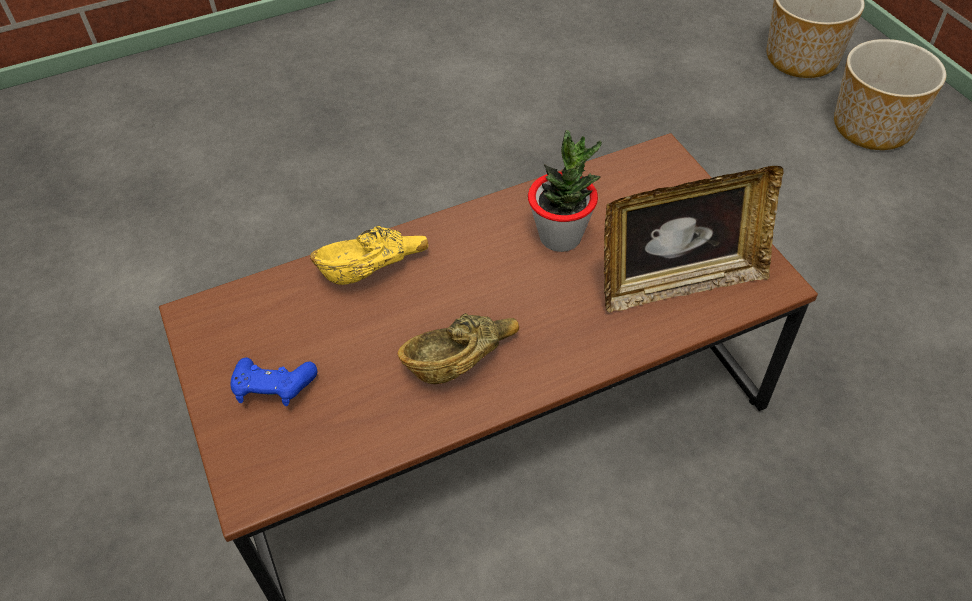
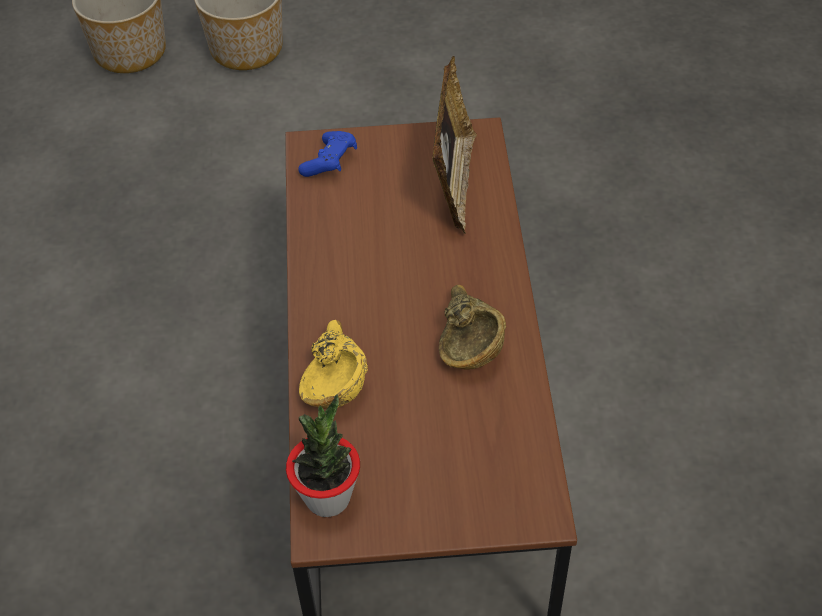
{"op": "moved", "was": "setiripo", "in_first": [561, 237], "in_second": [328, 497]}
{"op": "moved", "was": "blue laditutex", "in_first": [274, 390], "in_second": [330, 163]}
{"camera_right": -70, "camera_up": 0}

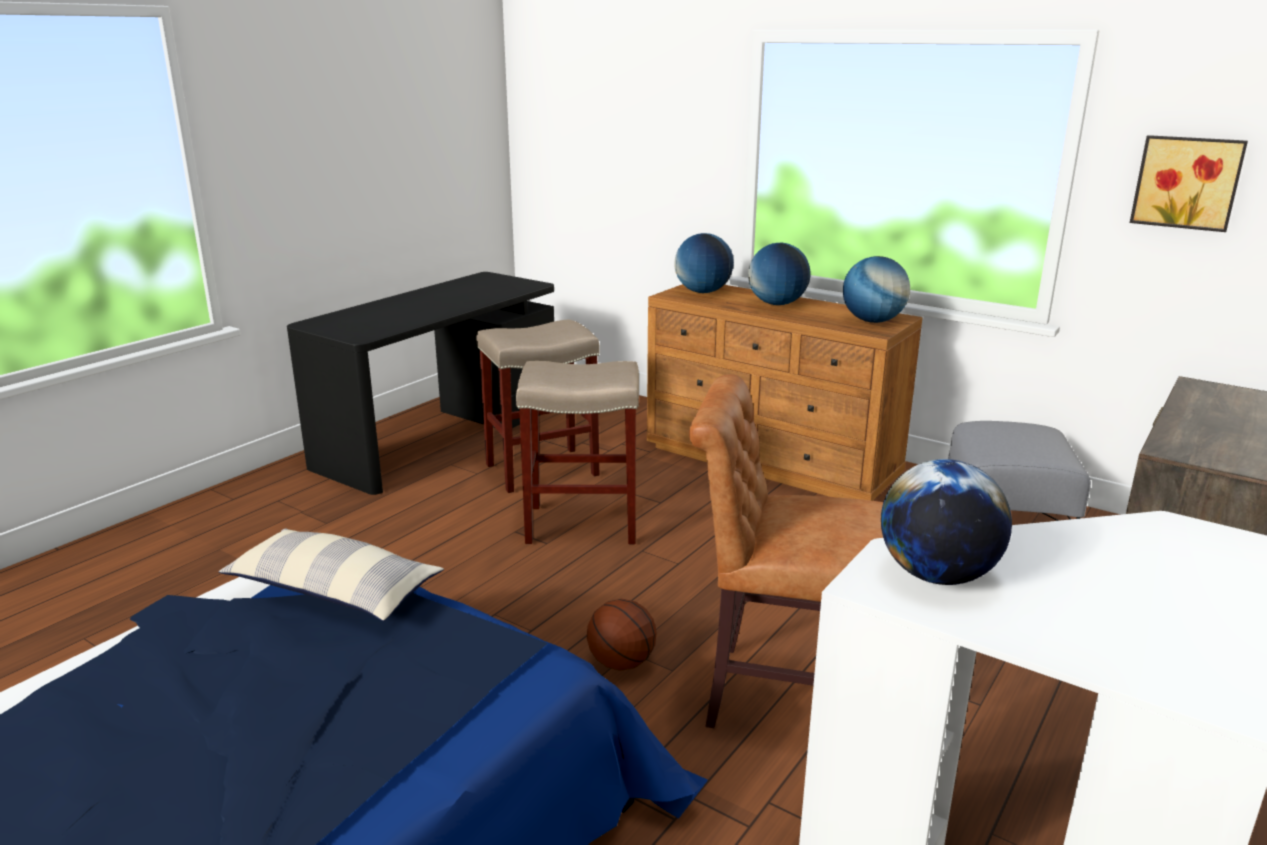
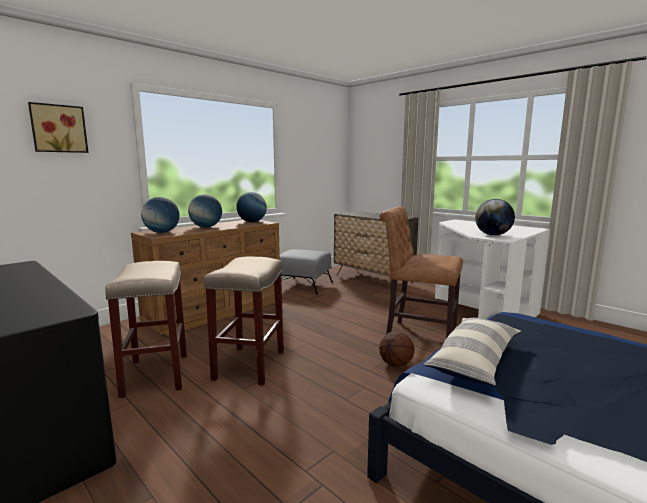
{"op": "moved", "was": "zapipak", "in_first": [1187, 182], "in_second": [58, 128]}
{"op": "turned", "was": "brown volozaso", "in_first": [779, 695], "in_second": [417, 335], "clockwise": 90}
{"camera_right": -80, "camera_up": -10}

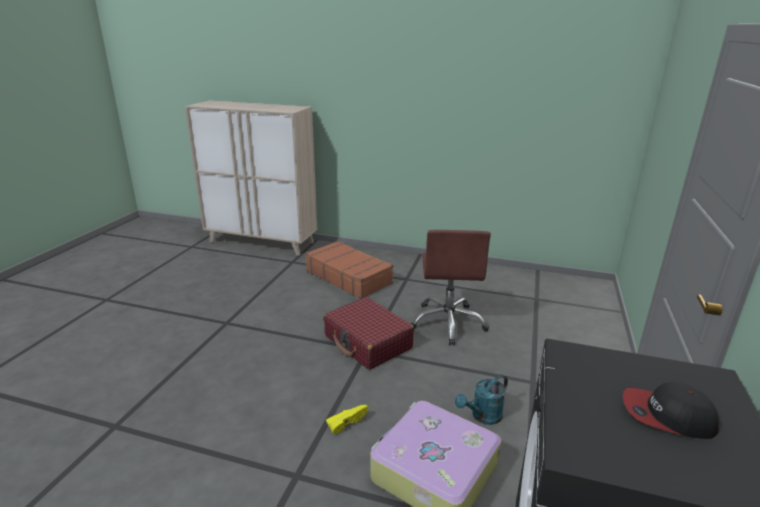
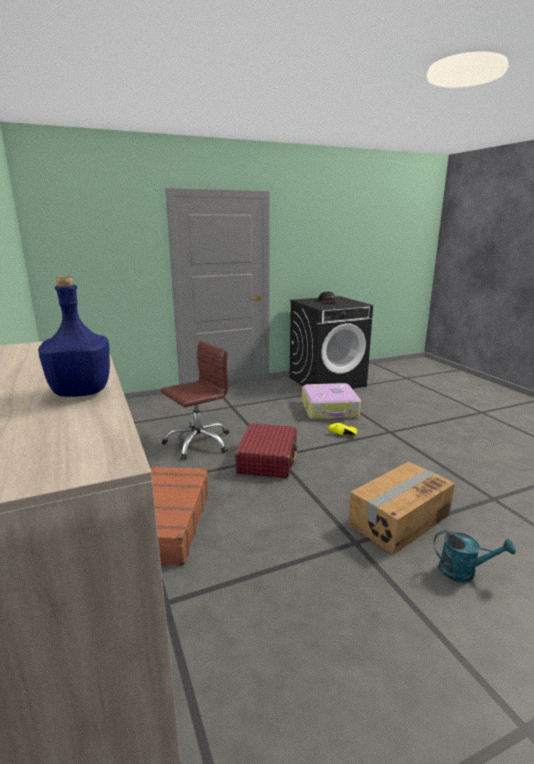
{"op": "added", "now": "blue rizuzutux", "in_second": [81, 391]}
{"op": "added", "now": "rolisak", "in_second": [398, 519]}
{"op": "moved", "was": "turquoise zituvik", "in_first": [482, 416], "in_second": [464, 571]}
{"camera_right": -130, "camera_up": -5}

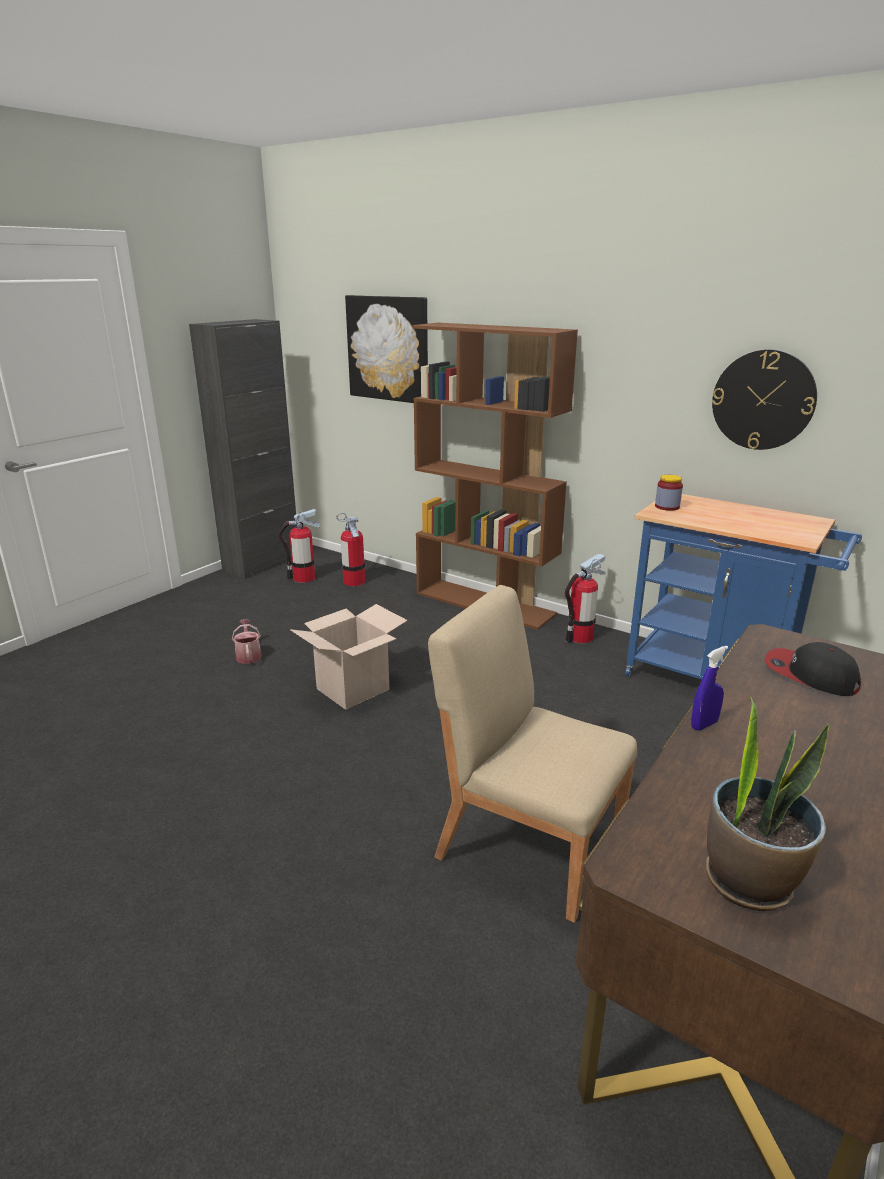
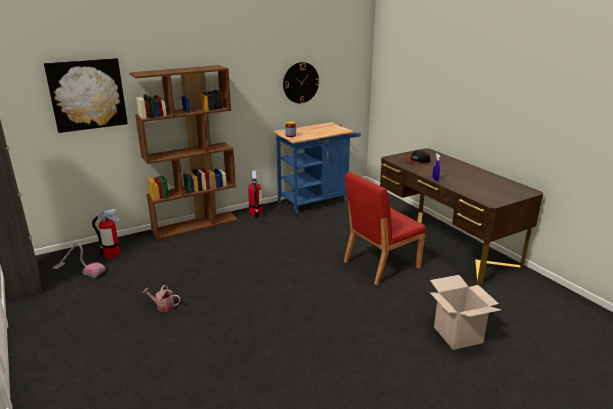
{"op": "replaced", "was": "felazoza", "now": "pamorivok", "in_first": [303, 578], "in_second": [79, 270]}
{"op": "recoloured", "was": "beige volozaso", "now": "red volozaso", "in_first": [528, 843], "in_second": [380, 265]}
{"op": "moved", "was": "rolisak", "in_first": [353, 689], "in_second": [458, 335]}
{"op": "removed", "was": "setiripo", "in_first": [749, 880]}
{"camera_right": -65, "camera_up": 0}

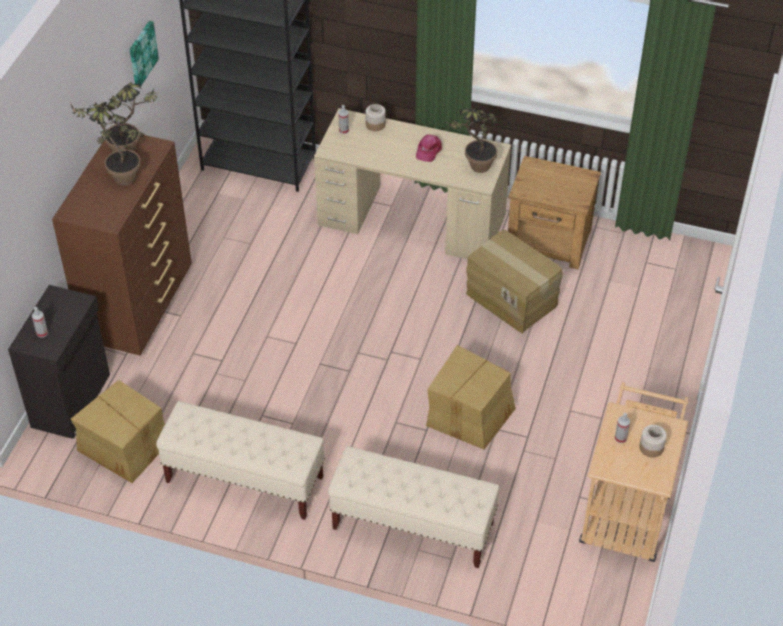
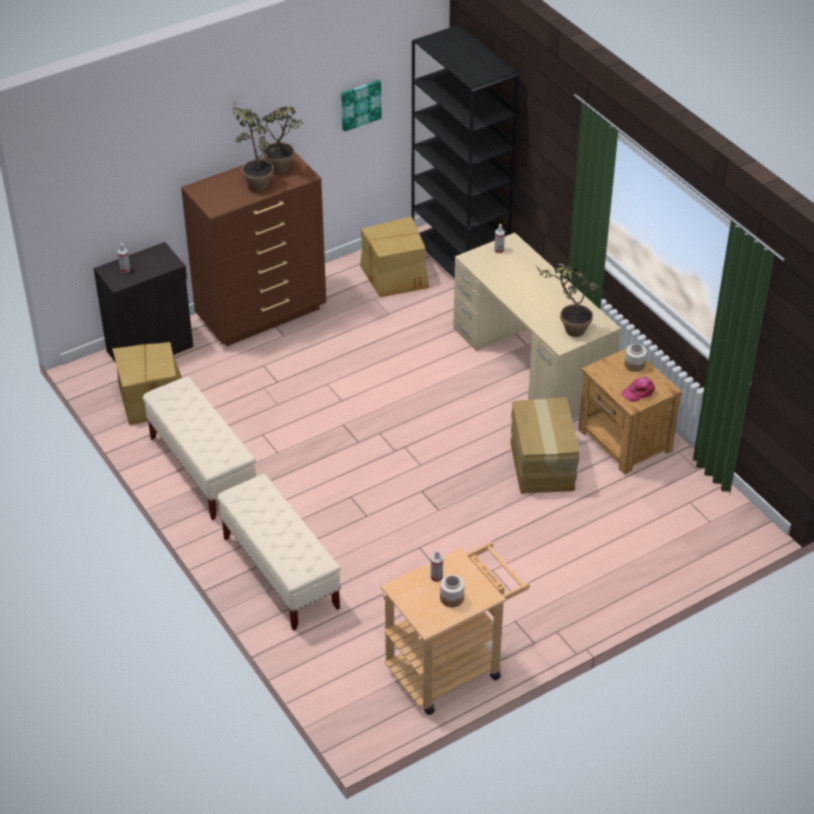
{"op": "moved", "was": "rolisak", "in_first": [469, 414], "in_second": [396, 274]}
{"op": "moved", "was": "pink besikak", "in_first": [428, 150], "in_second": [639, 392]}
{"op": "moved", "was": "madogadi", "in_first": [375, 124], "in_second": [634, 365]}
{"camera_right": 40, "camera_up": -5}

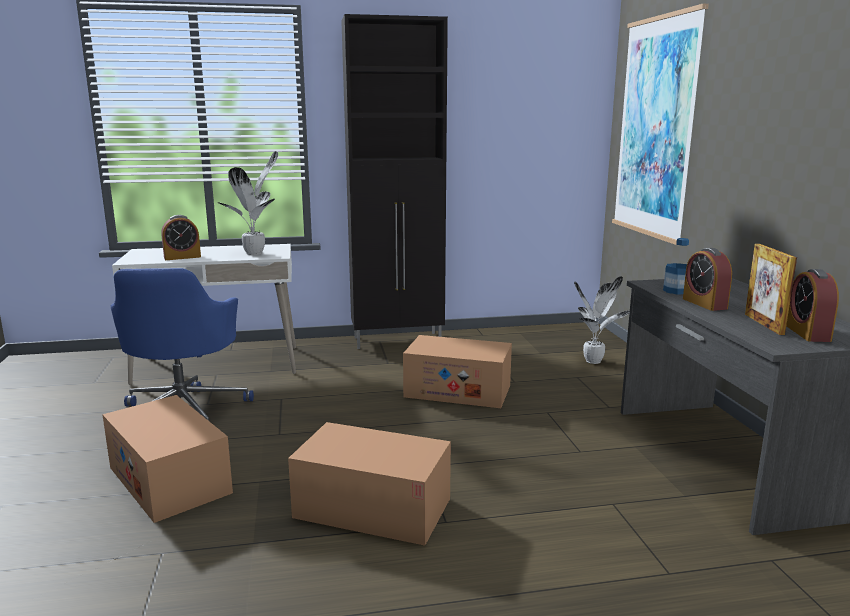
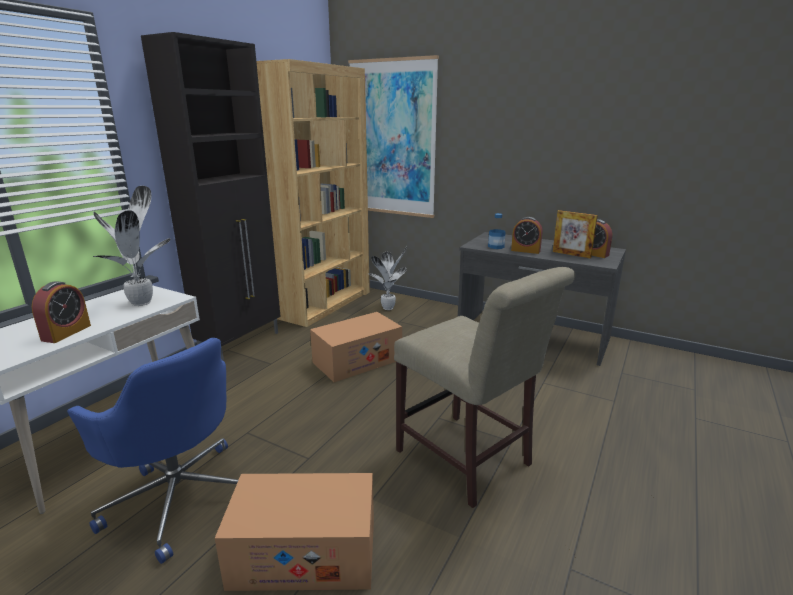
{"op": "added", "now": "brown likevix", "in_second": [323, 304]}
{"op": "replaced", "was": "rolisak", "now": "beige volozaso", "in_first": [372, 508], "in_second": [468, 461]}
{"camera_right": -50, "camera_up": 5}

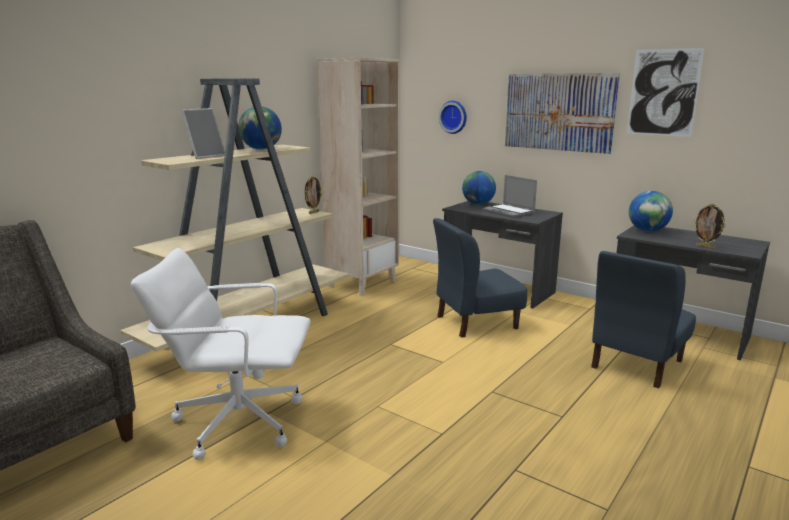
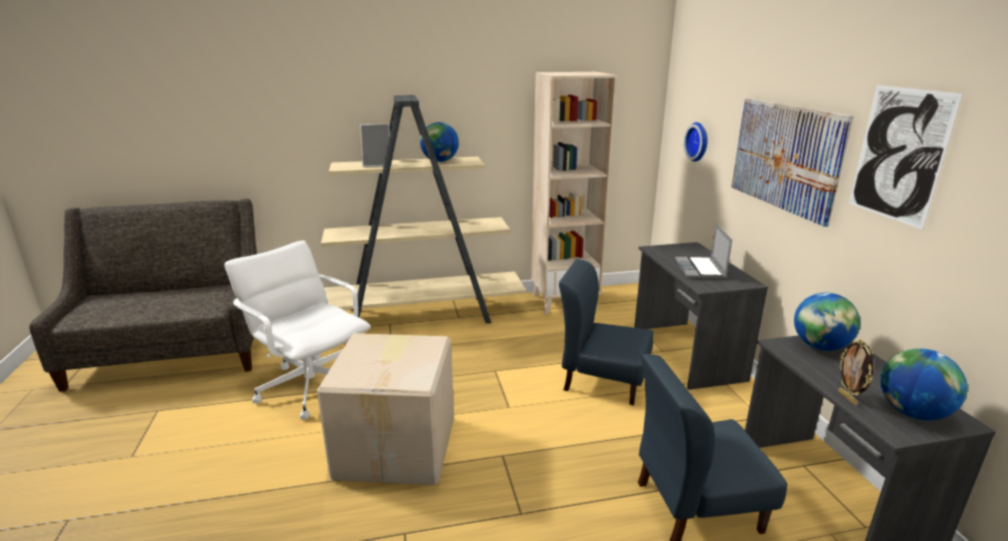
{"op": "added", "now": "rolisak", "in_second": [398, 447]}
{"op": "moved", "was": "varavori", "in_first": [478, 204], "in_second": [912, 413]}
{"op": "removed", "was": "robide", "in_first": [313, 212]}
{"camera_right": 40, "camera_up": 5}

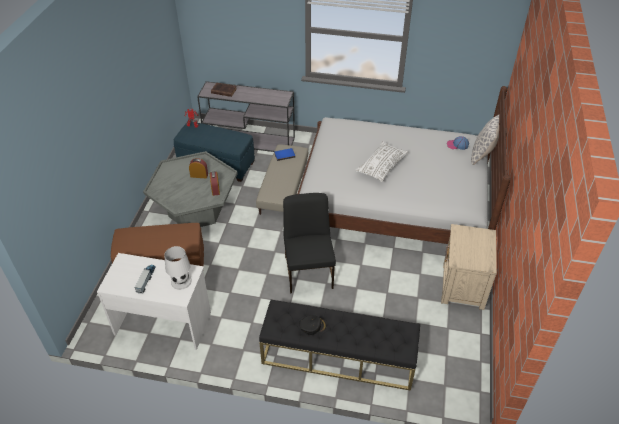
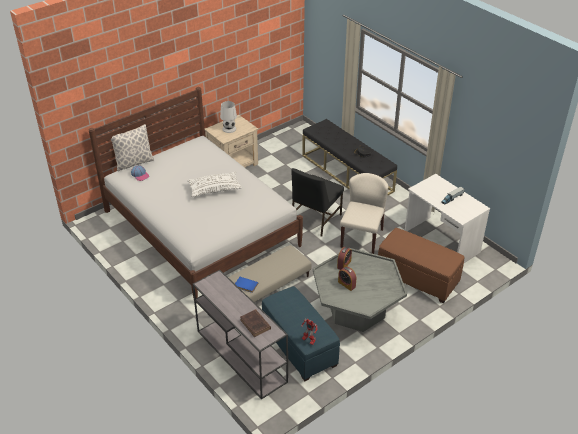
{"op": "moved", "was": "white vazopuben", "in_first": [180, 281], "in_second": [229, 129]}
{"op": "added", "now": "beige volozaso", "in_second": [361, 238]}
{"camera_right": -140, "camera_up": -5}

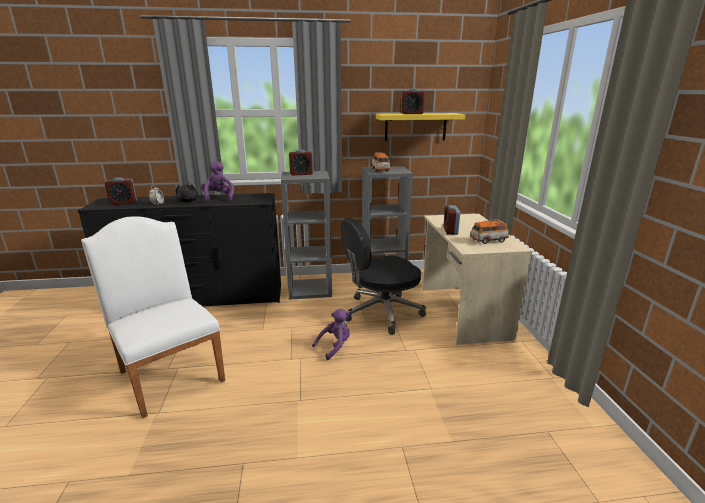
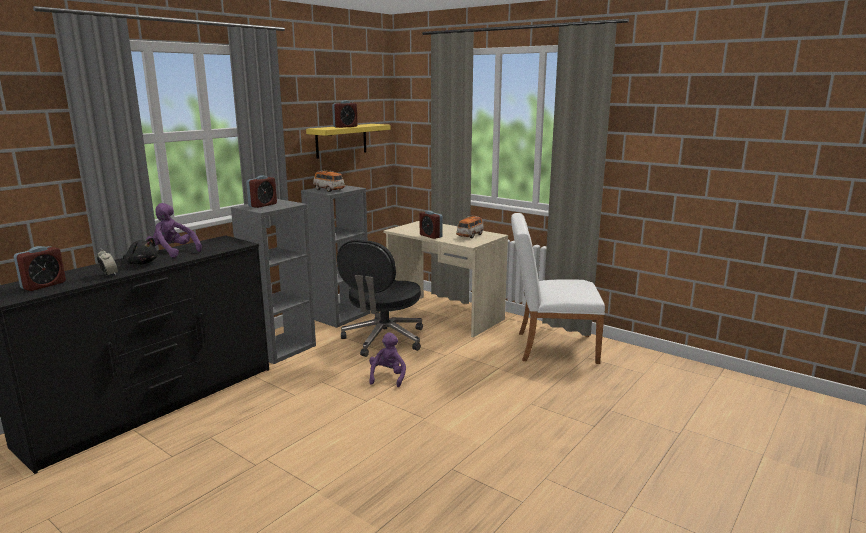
{"op": "moved", "was": "white volozaso", "in_first": [169, 372], "in_second": [550, 347]}
{"camera_right": -45, "camera_up": -5}

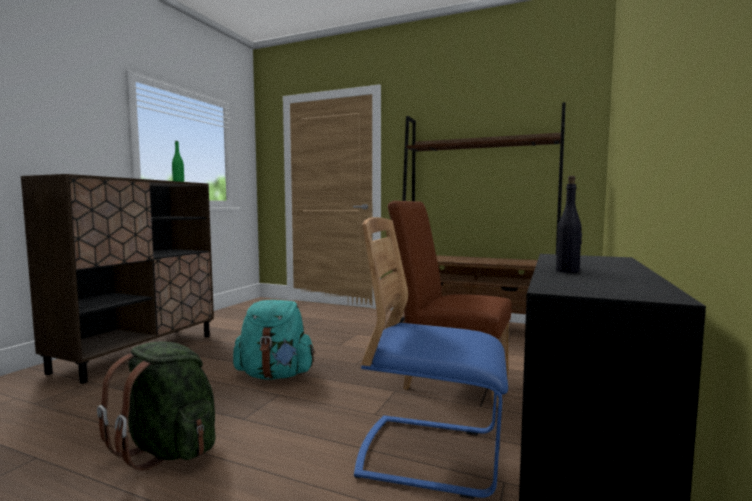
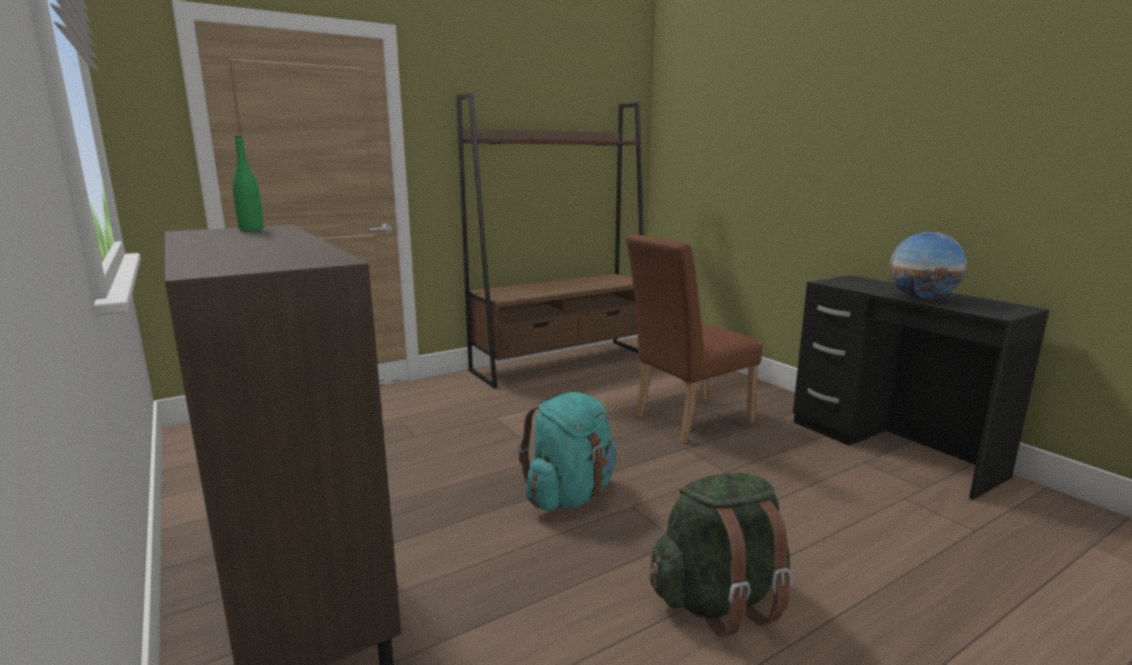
{"op": "replaced", "was": "black rizuzutux", "now": "varavori", "in_first": [567, 271], "in_second": [921, 298]}
{"op": "removed", "was": "blue volozaso", "in_first": [430, 454]}
{"camera_right": -55, "camera_up": 10}

